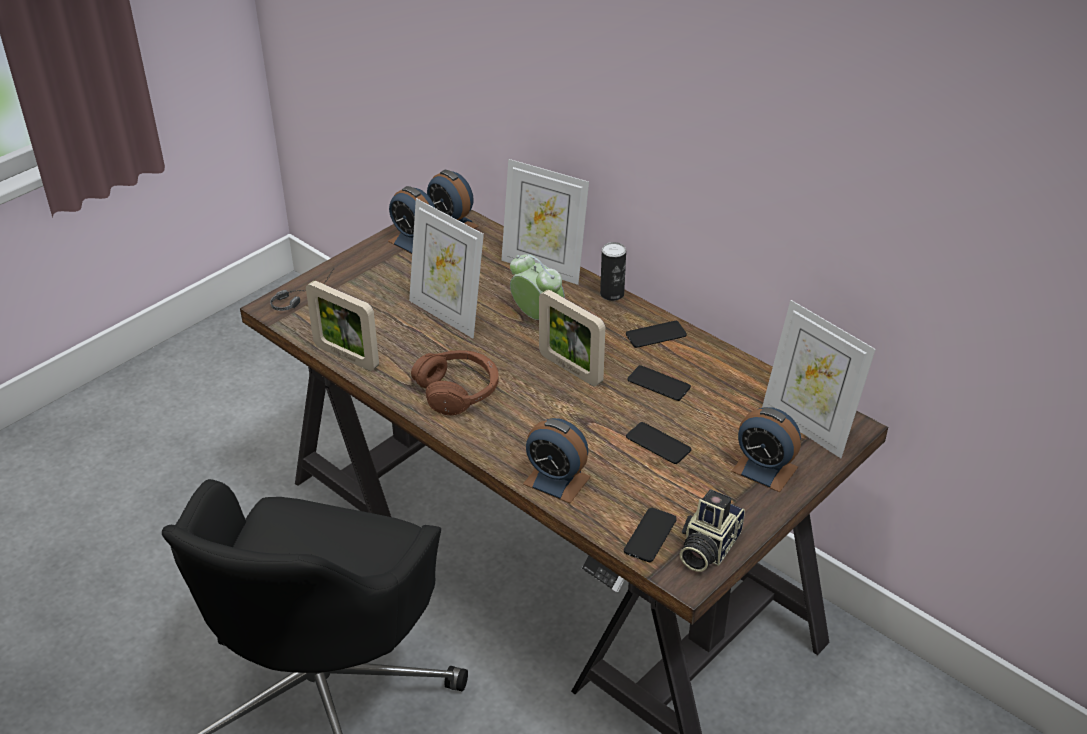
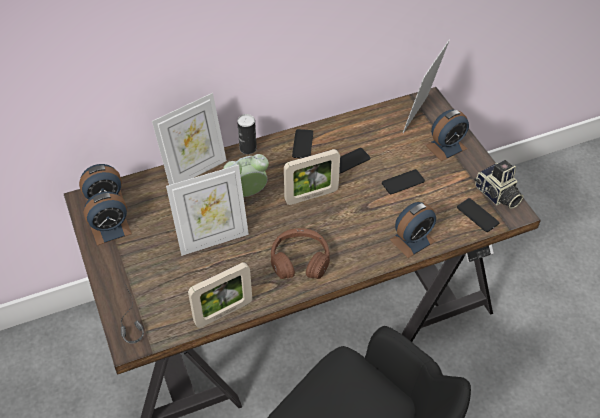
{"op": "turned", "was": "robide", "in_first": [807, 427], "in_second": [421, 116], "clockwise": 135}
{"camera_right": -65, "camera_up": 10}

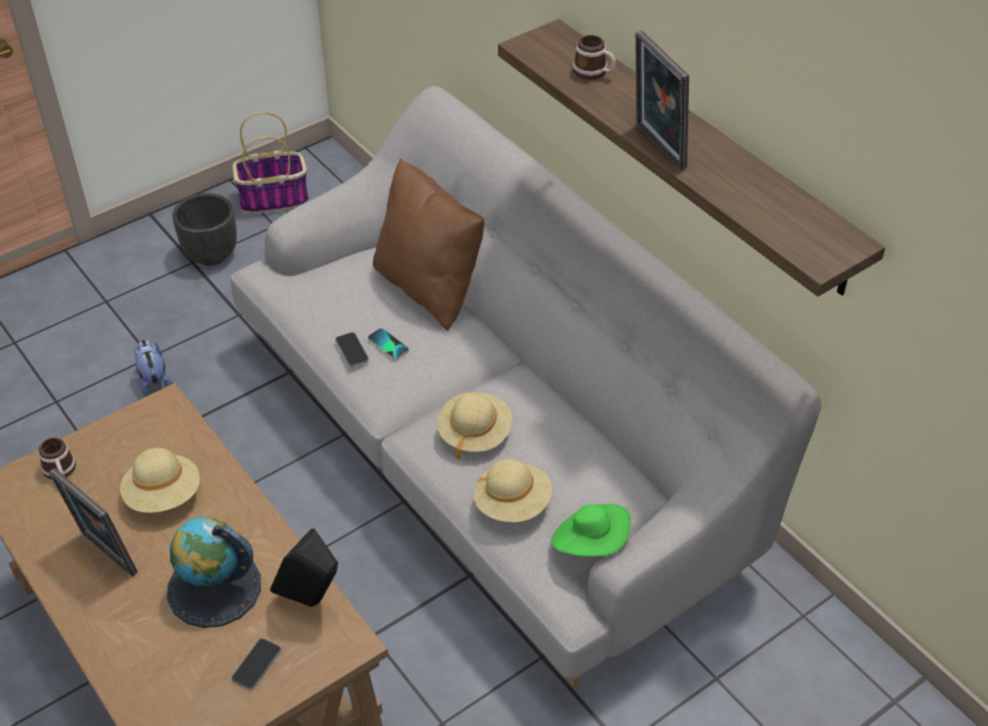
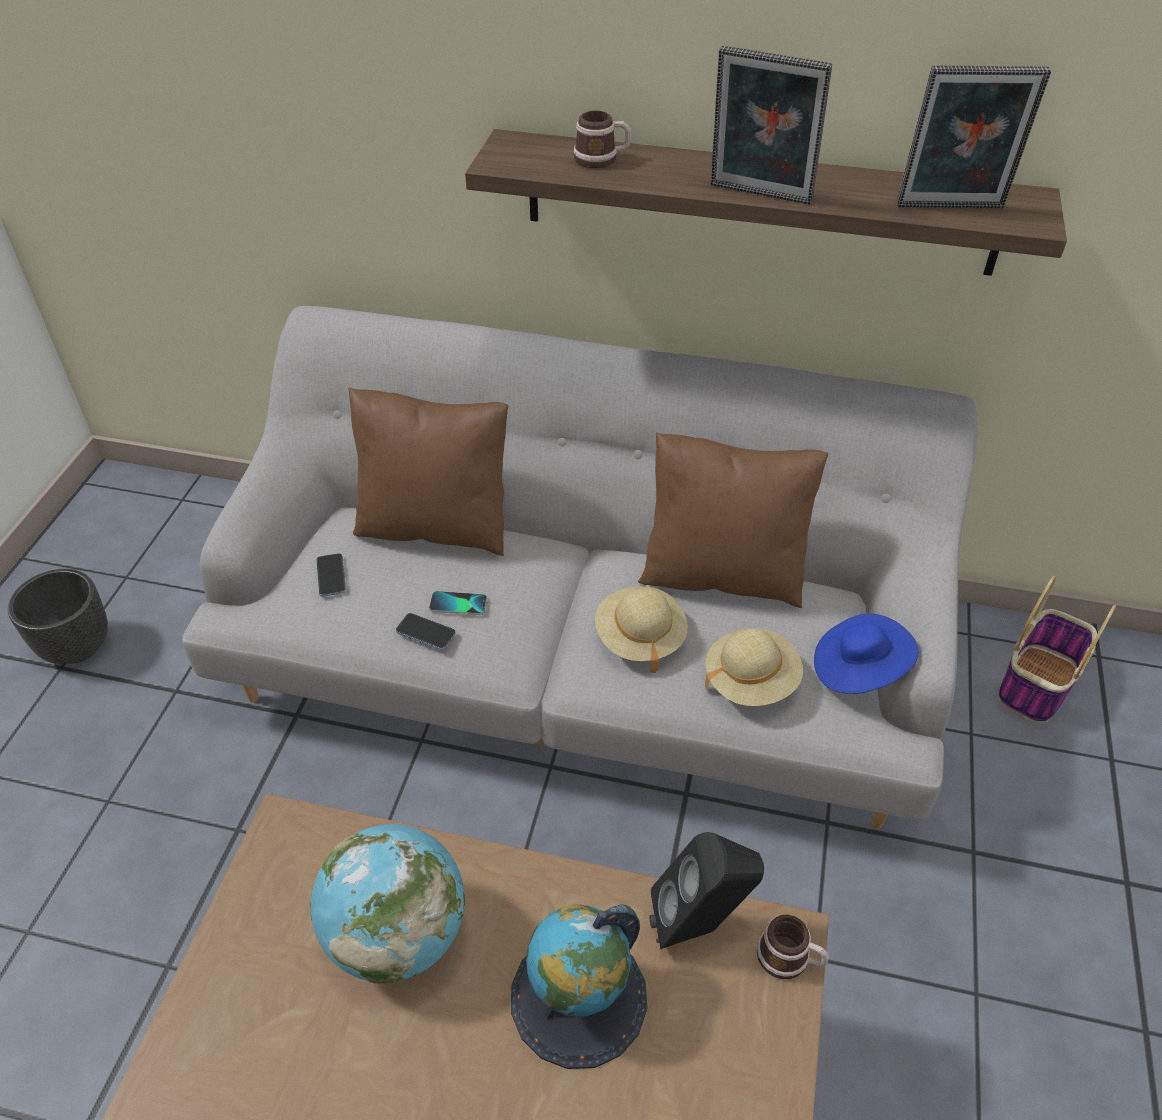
{"op": "replaced", "was": "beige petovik", "now": "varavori", "in_first": [163, 495], "in_second": [397, 935]}
{"op": "moved", "was": "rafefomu", "in_first": [256, 665], "in_second": [331, 576]}
{"op": "added", "now": "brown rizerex", "in_second": [722, 573]}
{"op": "moved", "was": "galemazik", "in_first": [60, 471], "in_second": [790, 958]}
{"op": "recoloured", "was": "green petovik", "now": "blue petovik", "in_first": [591, 543], "in_second": [858, 669]}
{"op": "moved", "was": "robide", "in_first": [105, 556], "in_second": [951, 209]}
{"op": "moved", "was": "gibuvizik", "in_first": [274, 198], "in_second": [1036, 683]}
{"op": "removed", "was": "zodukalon", "in_first": [154, 380]}
{"camera_right": -40, "camera_up": 0}

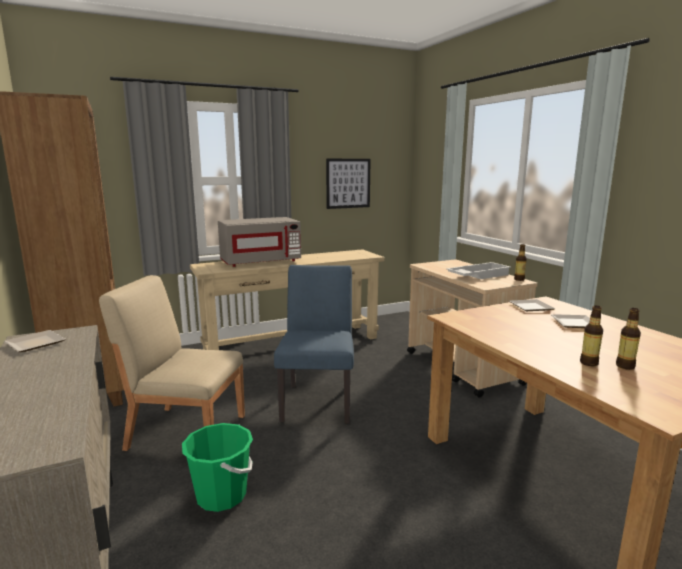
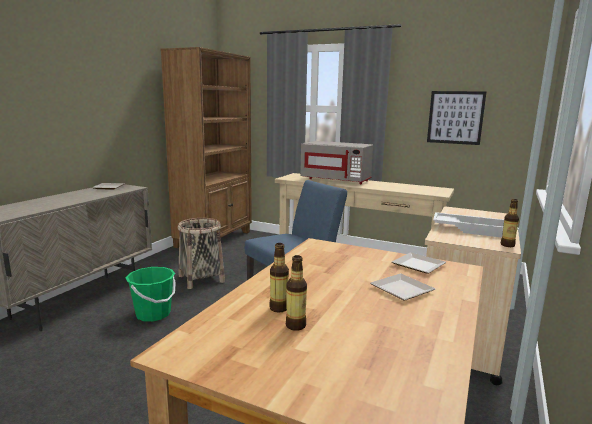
{"op": "replaced", "was": "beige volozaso", "now": "gibuvizik", "in_first": [186, 431], "in_second": [201, 279]}
{"camera_right": 50, "camera_up": 0}

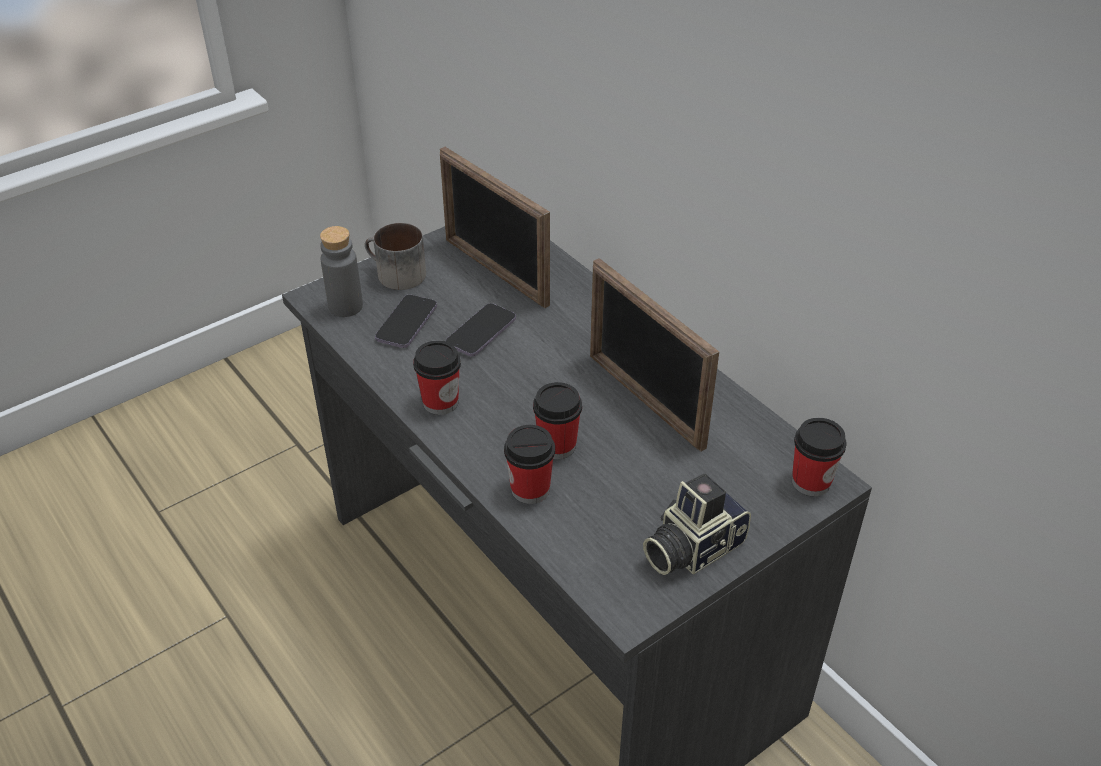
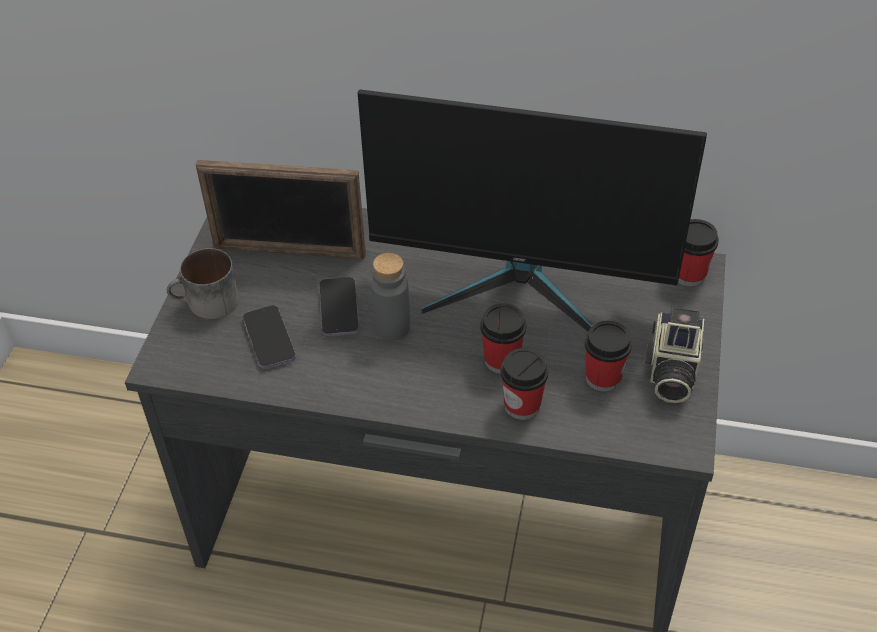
{"op": "replaced", "was": "robide", "now": "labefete", "in_first": [645, 400], "in_second": [521, 286]}
{"op": "moved", "was": "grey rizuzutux", "in_first": [345, 306], "in_second": [392, 327]}
{"op": "moved", "was": "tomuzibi", "in_first": [440, 402], "in_second": [603, 378]}
{"camera_right": -40, "camera_up": 5}

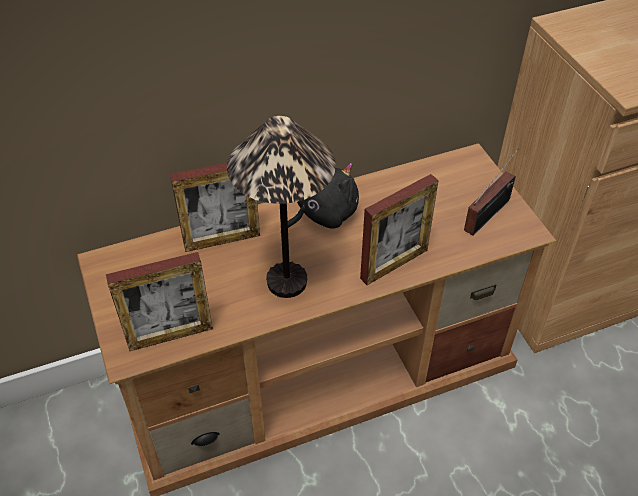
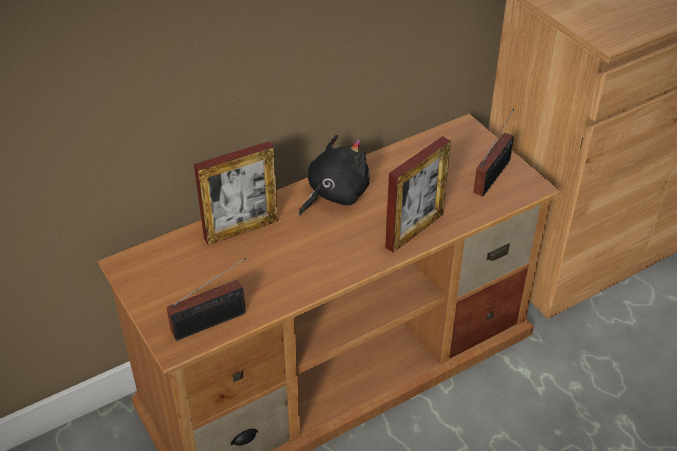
{"op": "replaced", "was": "robide", "now": "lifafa", "in_first": [170, 335], "in_second": [213, 321]}
{"op": "removed", "was": "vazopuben", "in_first": [287, 281]}
{"camera_right": -10, "camera_up": -5}

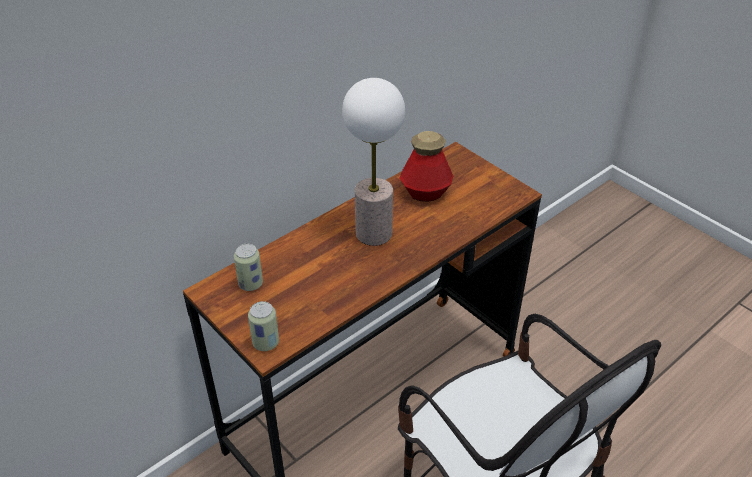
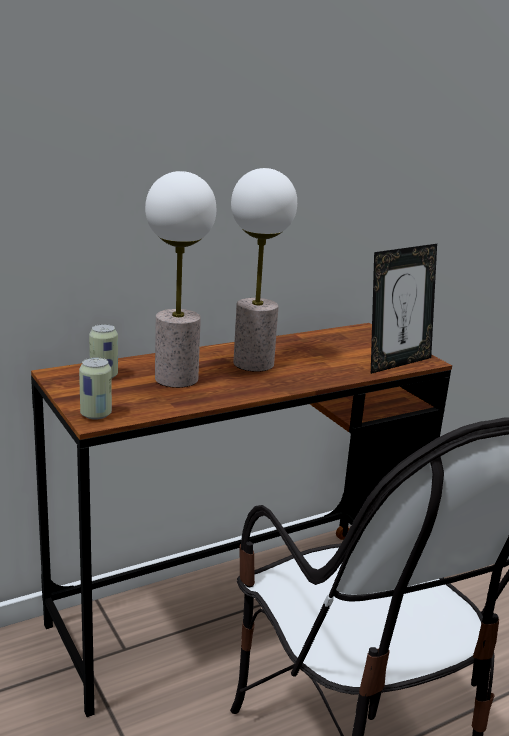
{"op": "added", "now": "vazopuben", "in_second": [176, 378]}
{"op": "added", "now": "robide", "in_second": [396, 363]}
{"op": "removed", "was": "rizuzutux", "in_first": [425, 193]}
{"camera_right": 10, "camera_up": -20}

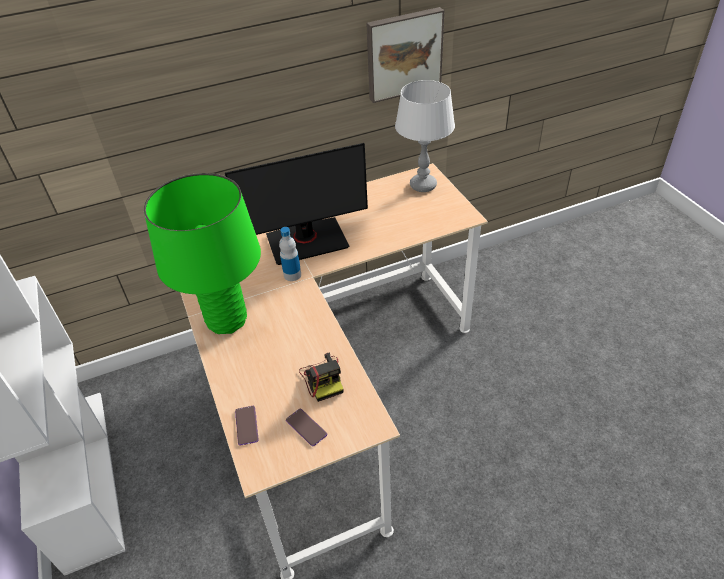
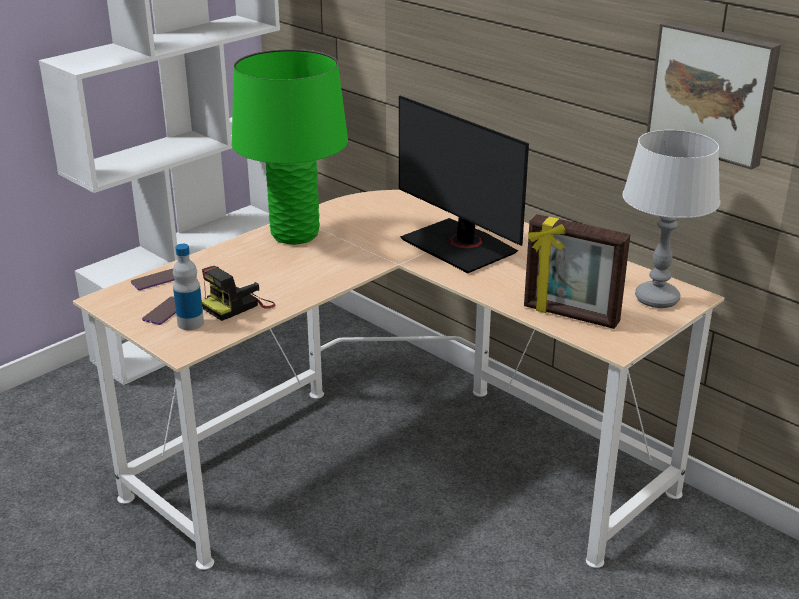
{"op": "moved", "was": "rizuzutux", "in_first": [292, 275], "in_second": [190, 323]}
{"op": "added", "now": "robide", "in_second": [570, 315]}
{"camera_right": 65, "camera_up": -15}

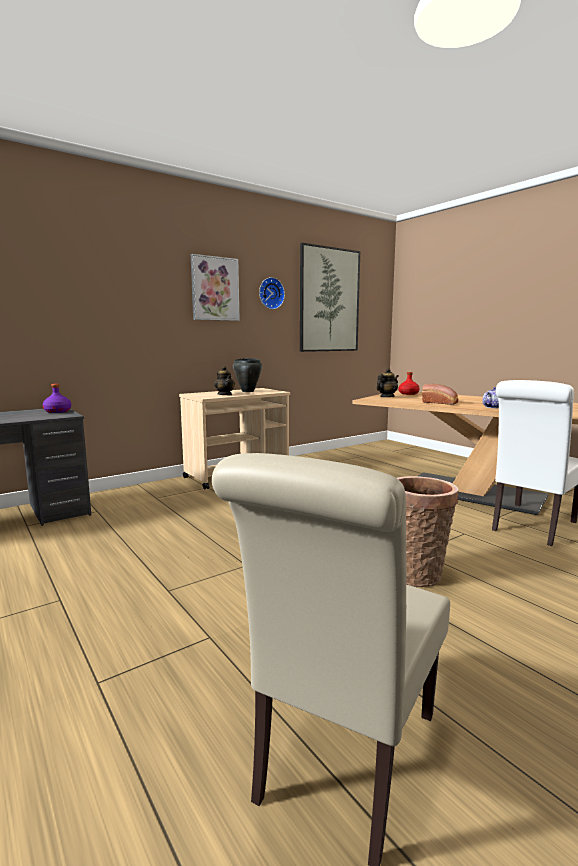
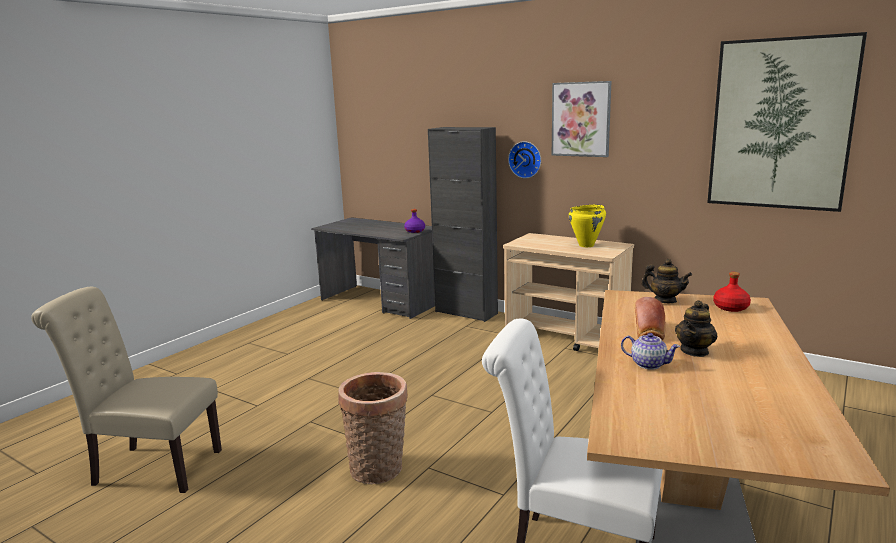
{"op": "added", "now": "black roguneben", "in_second": [466, 313]}
{"op": "moved", "was": "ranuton", "in_first": [270, 293], "in_second": [526, 159]}
{"op": "recoloured", "was": "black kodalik", "now": "yellow kodalik", "in_first": [248, 391], "in_second": [586, 245]}
{"op": "moved", "was": "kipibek", "in_first": [225, 395], "in_second": [695, 351]}
{"camera_right": 70, "camera_up": 5}

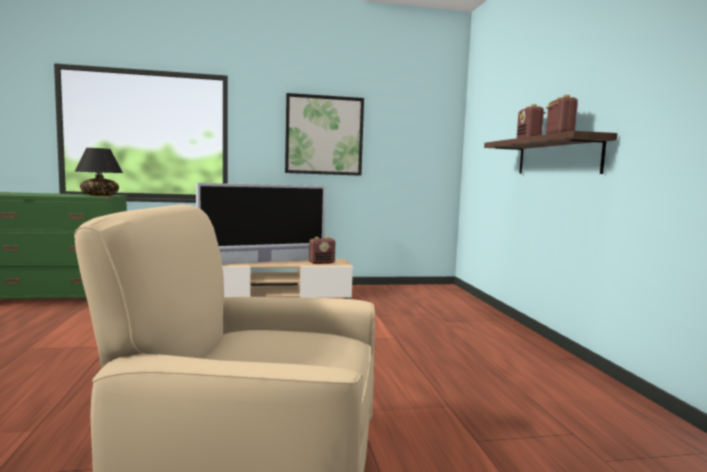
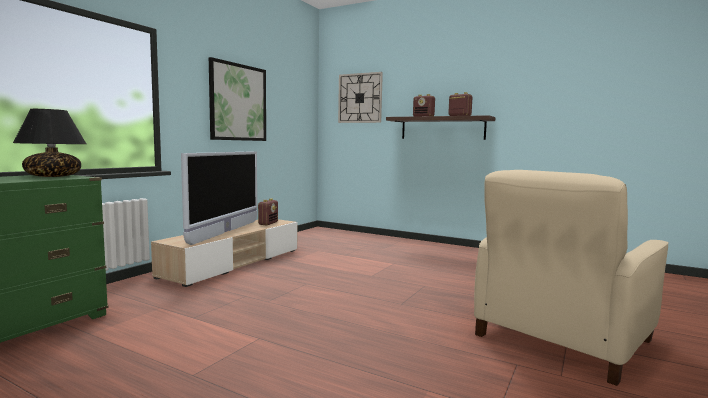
{"op": "added", "now": "ranuton", "in_second": [360, 98]}
{"camera_right": -50, "camera_up": 0}

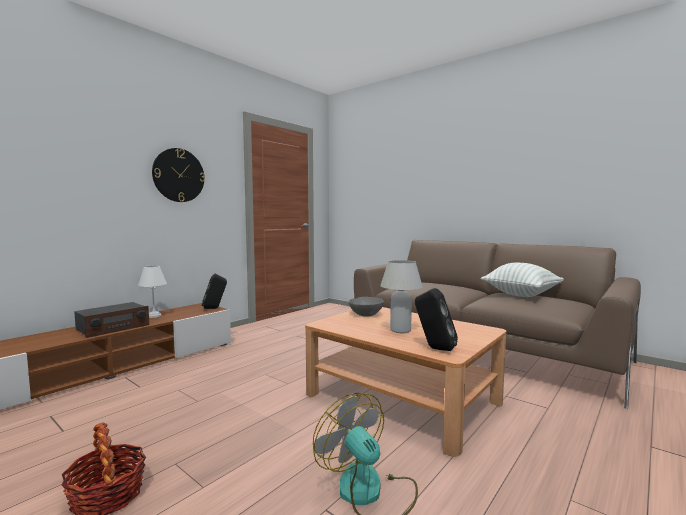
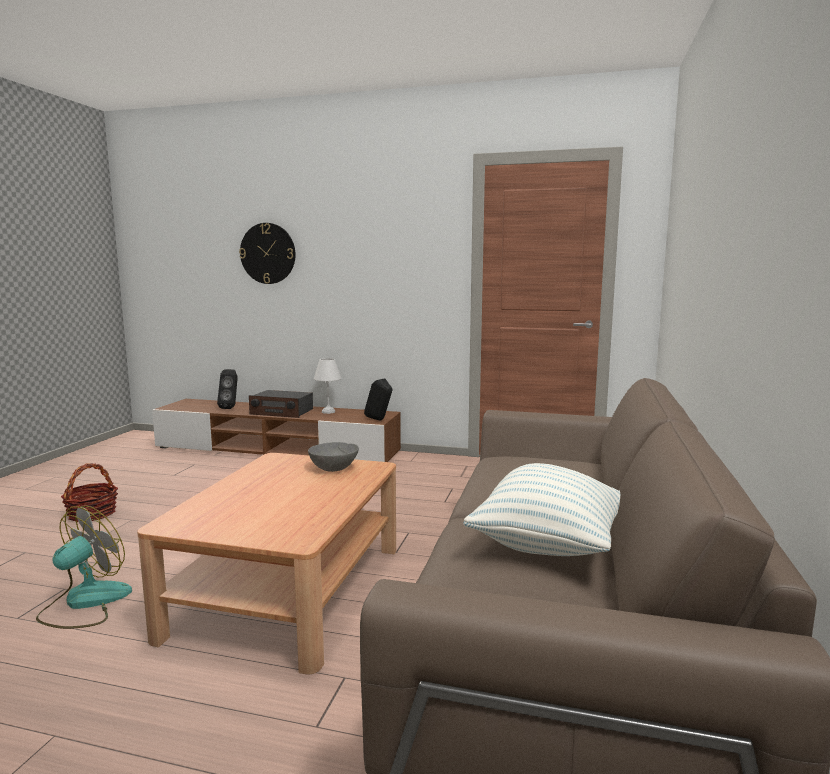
{"op": "moved", "was": "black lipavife", "in_first": [434, 348], "in_second": [230, 408]}
{"op": "moved", "was": "ranuton", "in_first": [178, 175], "in_second": [268, 253]}
{"op": "removed", "was": "white vazopuben", "in_first": [400, 330]}
{"camera_right": 65, "camera_up": 5}

